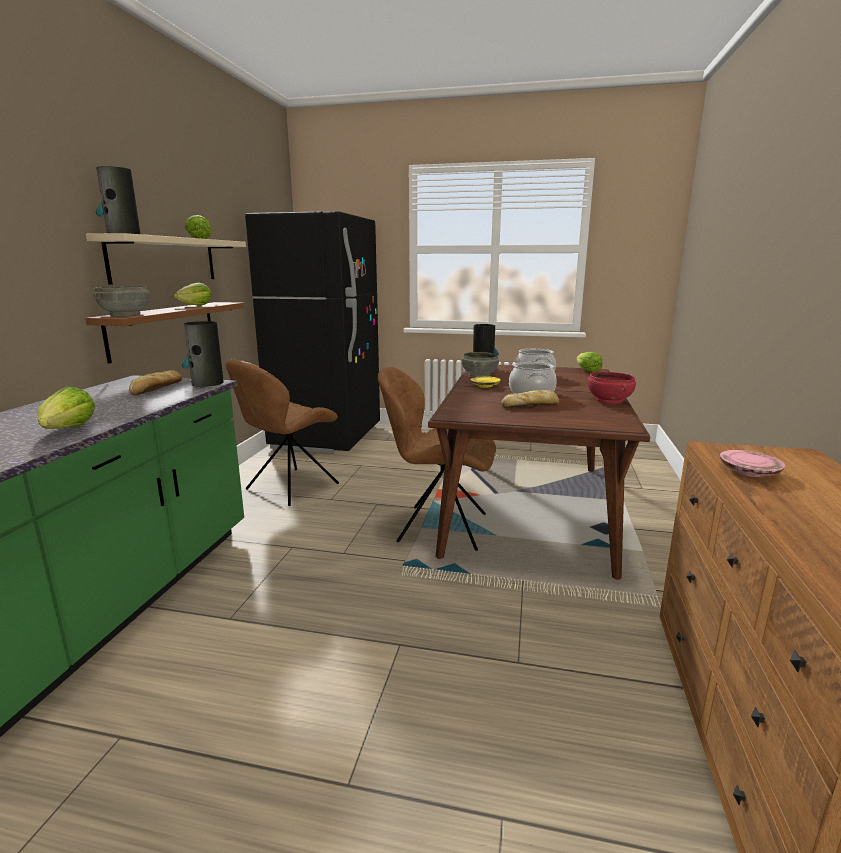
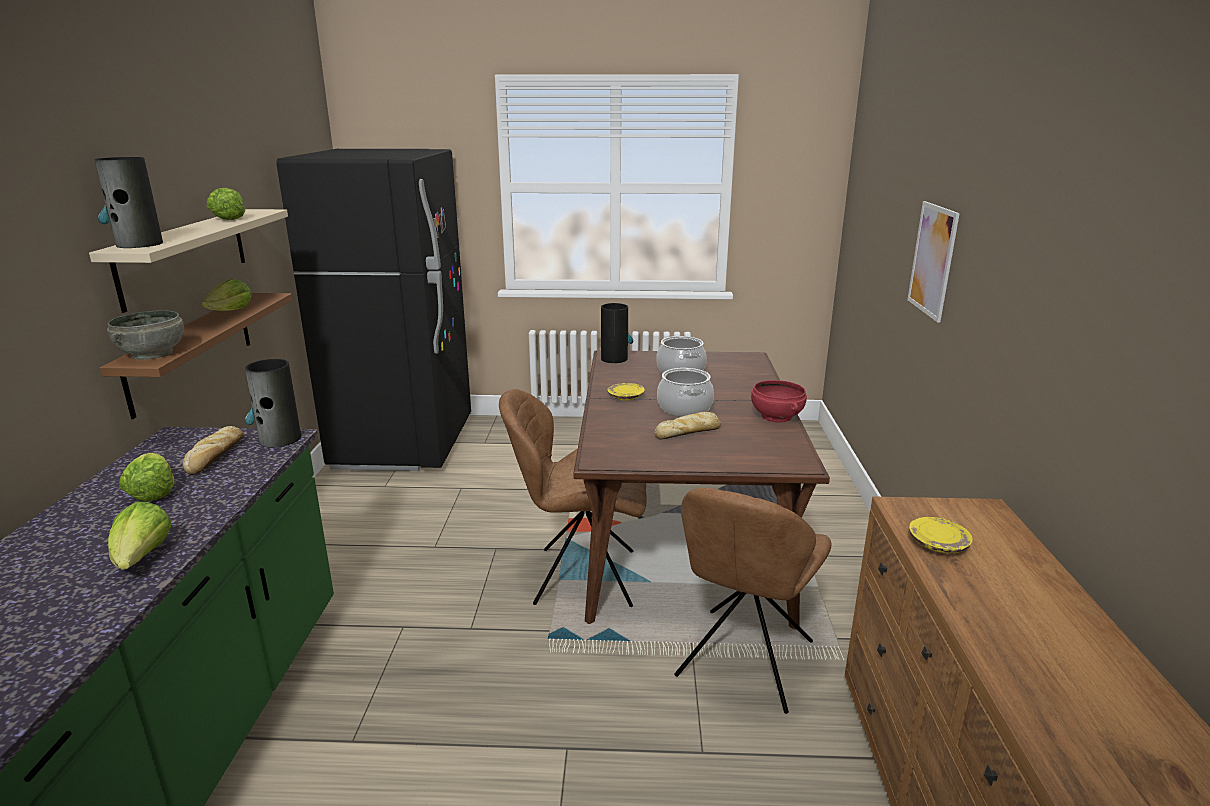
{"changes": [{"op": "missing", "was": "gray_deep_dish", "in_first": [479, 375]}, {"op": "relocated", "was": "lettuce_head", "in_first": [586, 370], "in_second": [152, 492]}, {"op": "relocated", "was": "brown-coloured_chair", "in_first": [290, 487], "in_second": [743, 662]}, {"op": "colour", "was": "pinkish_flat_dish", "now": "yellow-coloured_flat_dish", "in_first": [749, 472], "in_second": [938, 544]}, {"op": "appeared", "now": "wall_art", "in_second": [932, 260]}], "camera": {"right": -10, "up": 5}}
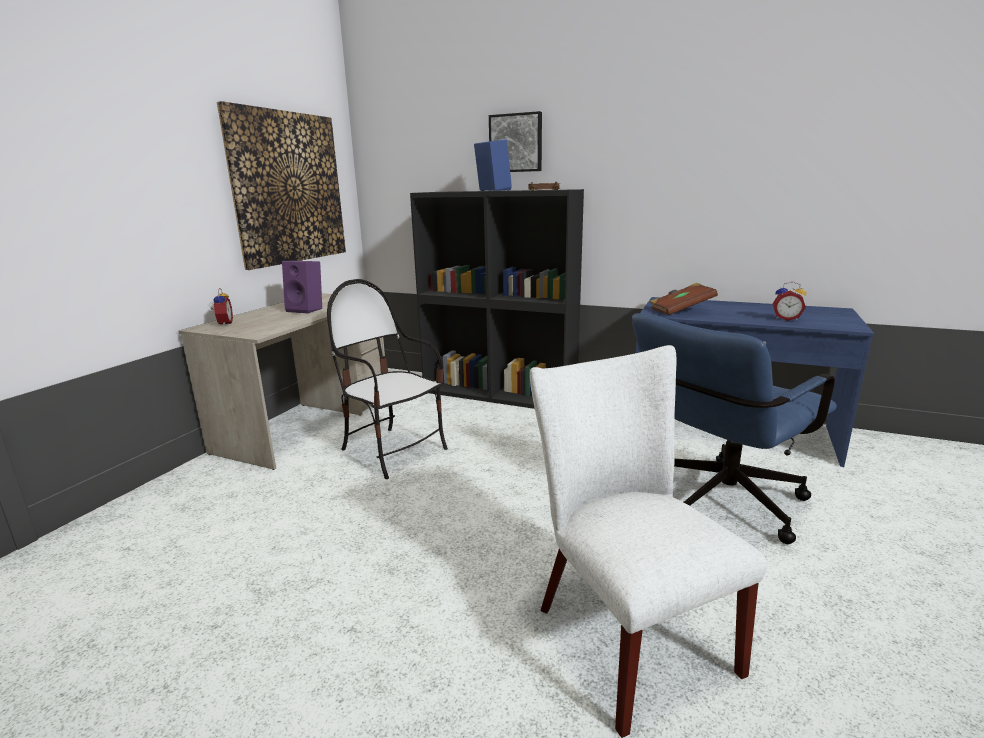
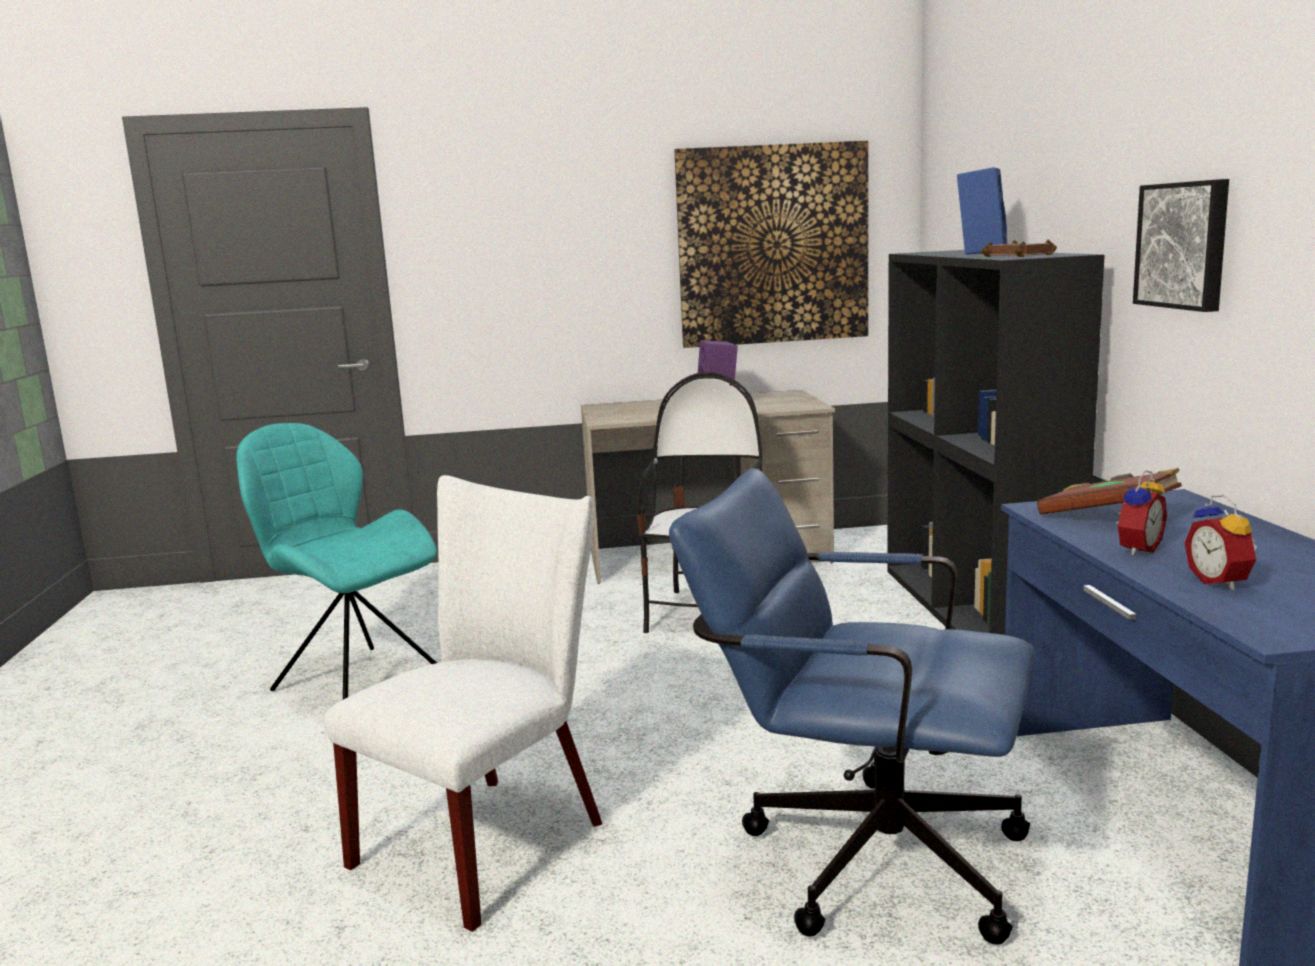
{"changes": [{"op": "relocated", "was": "wall_art", "in_first": [516, 143], "in_second": [1184, 245]}, {"op": "relocated", "was": "bedside_clock", "in_first": [223, 324], "in_second": [1135, 549]}, {"op": "appeared", "now": "blue-green_chair", "in_second": [355, 681]}], "camera": {"right": 60, "up": -5}}
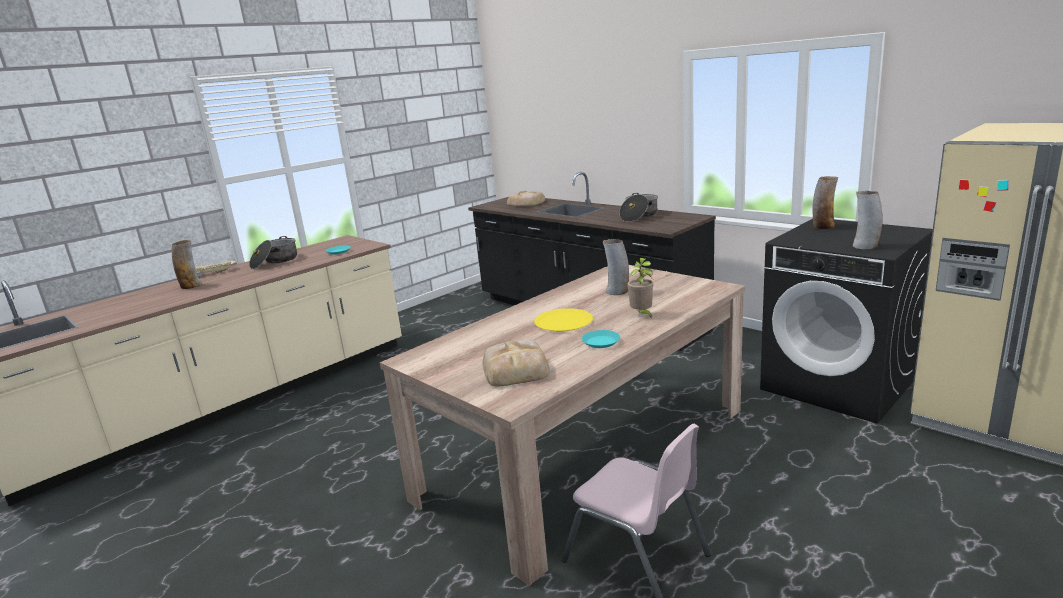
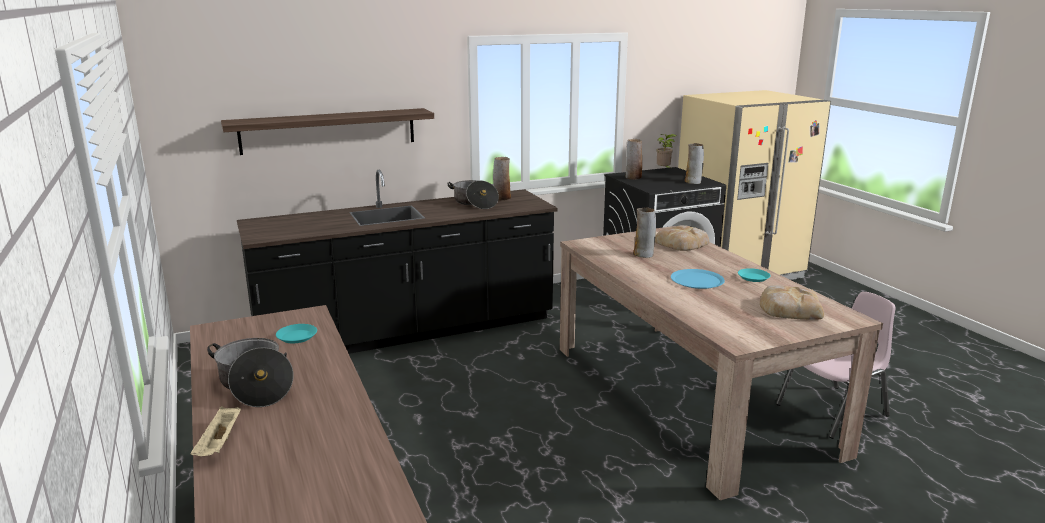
{"changes": [{"op": "relocated", "was": "baked_bread", "in_first": [526, 203], "in_second": [682, 243]}, {"op": "relocated", "was": "decorative_vase", "in_first": [191, 286], "in_second": [502, 198]}, {"op": "relocated", "was": "houseplant", "in_first": [642, 315], "in_second": [664, 170]}, {"op": "colour", "was": "yellow-coloured_flat_dish", "now": "bluish_flat_dish", "in_first": [563, 321], "in_second": [697, 280]}, {"op": "appeared", "now": "shelf", "in_second": [329, 131]}], "camera": {"right": -70, "up": 0}}
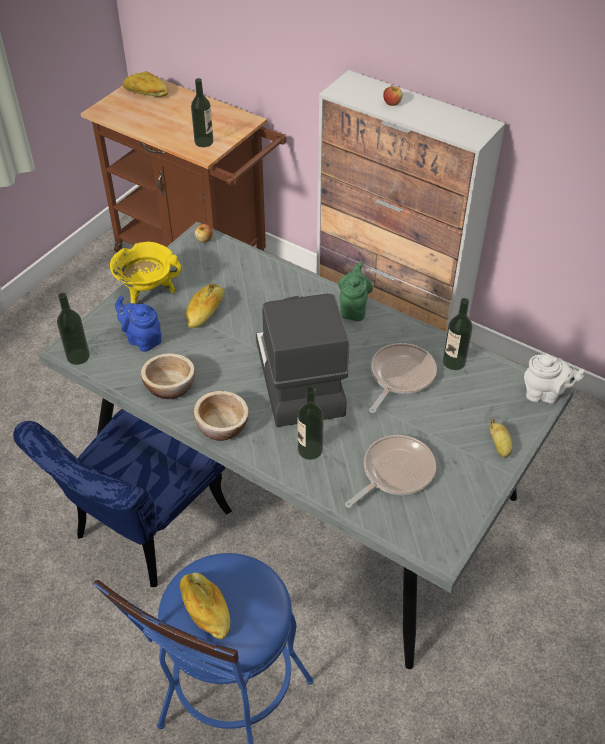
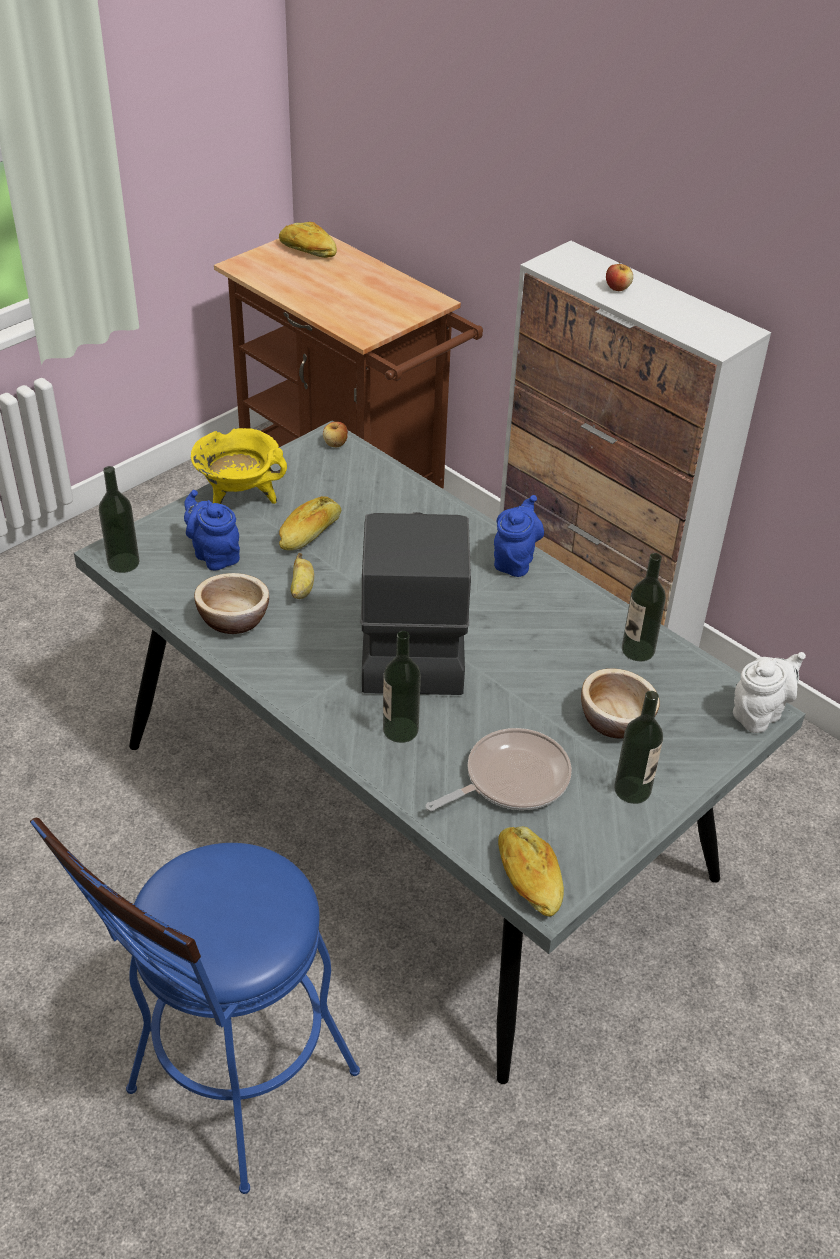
{"changes": [{"op": "relocated", "was": "drink_bottle", "in_first": [204, 142], "in_second": [632, 790]}, {"op": "colour", "was": "green_pot_for_tea", "now": "bluish_pot_for_tea", "in_first": [353, 309], "in_second": [515, 560]}, {"op": "missing", "was": "frying_pan", "in_first": [400, 376]}, {"op": "spun", "was": "white_pot_for_tea", "in_first": [545, 394], "in_second": [759, 713], "clockwise": -60}, {"op": "relocated", "was": "deep_dish", "in_first": [222, 426], "in_second": [615, 720]}, {"op": "missing", "was": "bluish_chair", "in_first": [142, 531]}, {"op": "relocated", "was": "banana_fruit", "in_first": [500, 446], "in_second": [302, 589]}, {"op": "relocated", "was": "baked_bread", "in_first": [205, 610], "in_second": [528, 879]}], "camera": {"right": 10, "up": -5}}
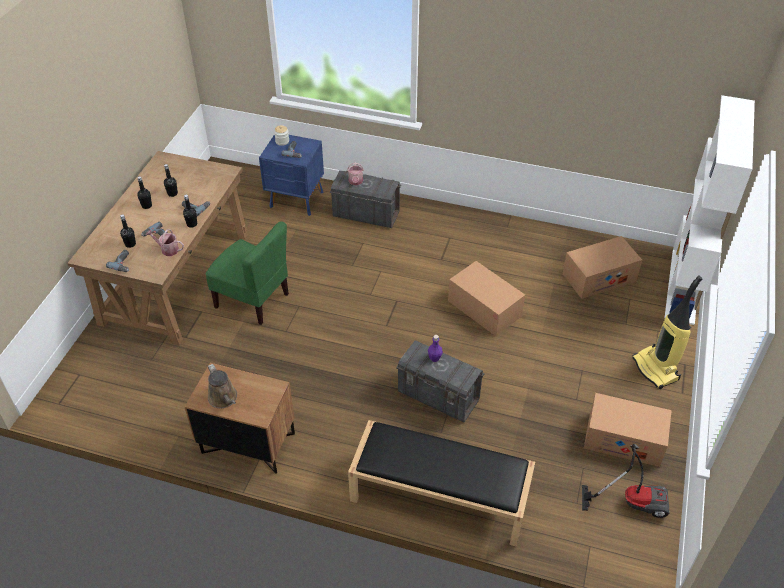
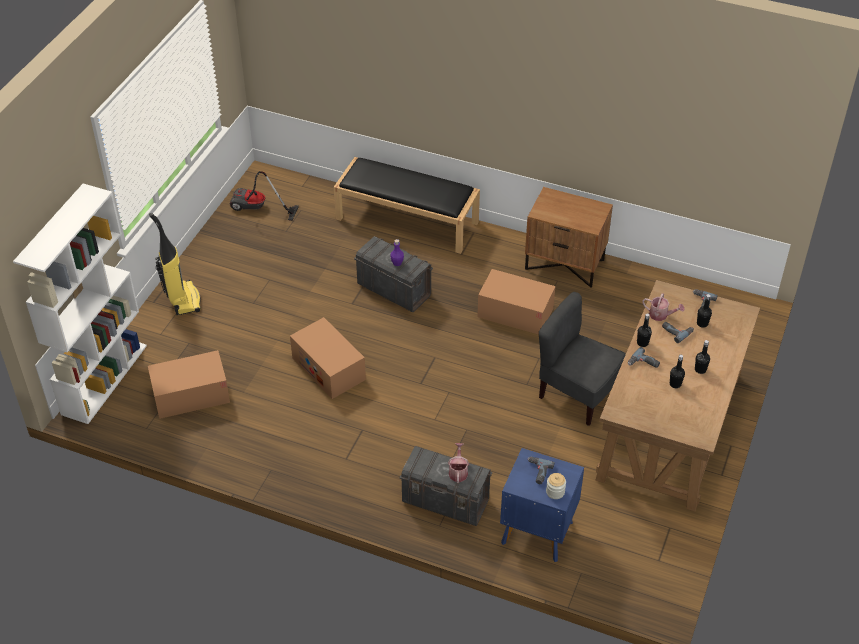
{"changes": [{"op": "colour", "was": "green_chair", "now": "gray_chair", "in_first": [253, 300], "in_second": [577, 394]}, {"op": "missing", "was": "brown-coloured_sprinkling_can", "in_first": [224, 399]}, {"op": "relocated", "was": "carton", "in_first": [623, 439], "in_second": [515, 313]}], "camera": {"right": -175, "up": 0}}
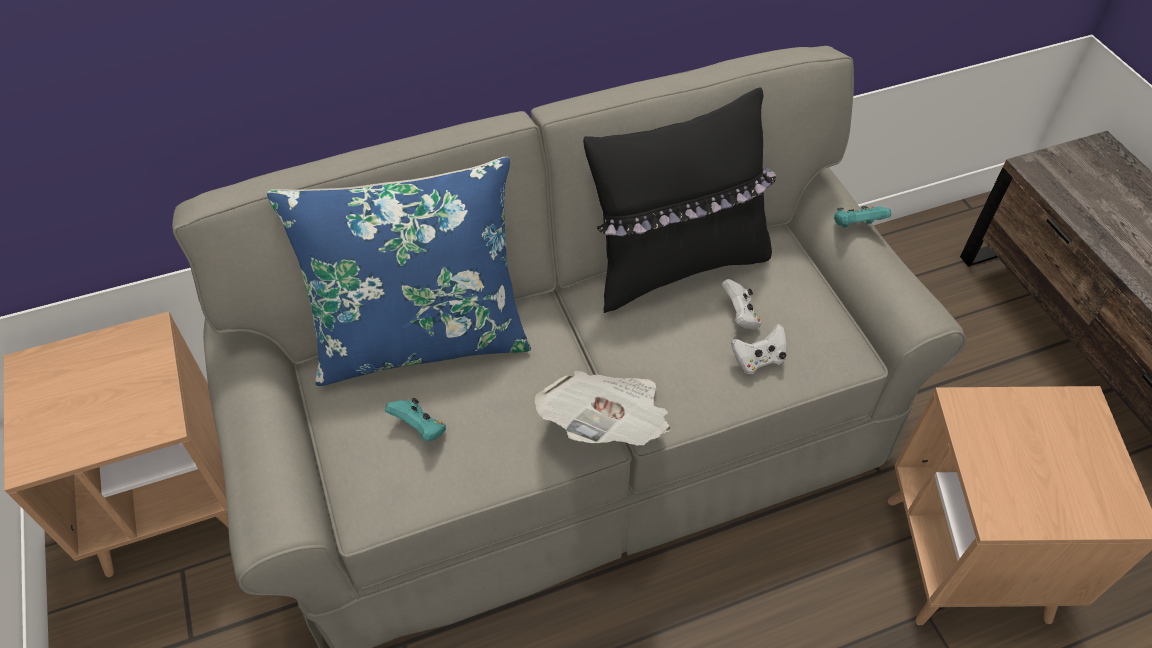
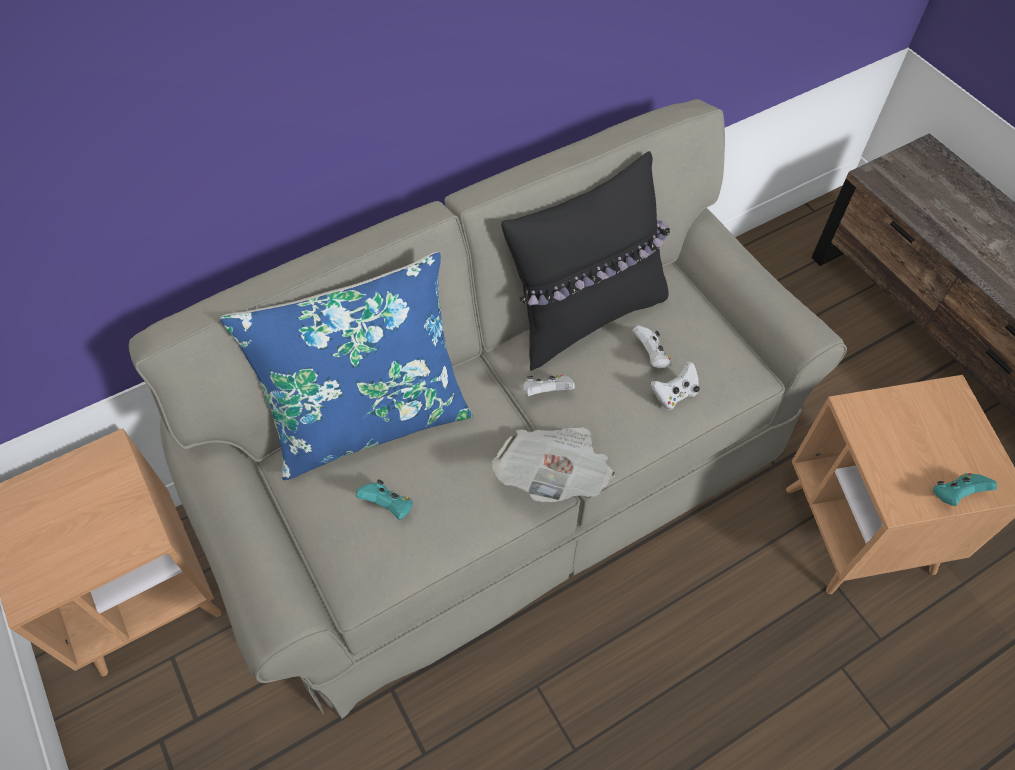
{"changes": [{"op": "relocated", "was": "blue-green_joypad", "in_first": [856, 226], "in_second": [955, 495]}, {"op": "appeared", "now": "white_joypad", "in_second": [546, 393]}], "camera": {"right": -10, "up": 5}}
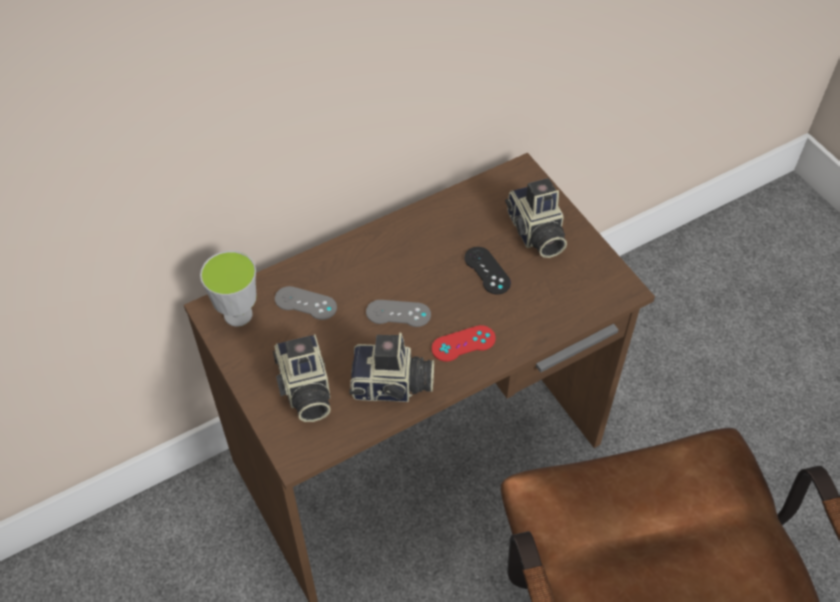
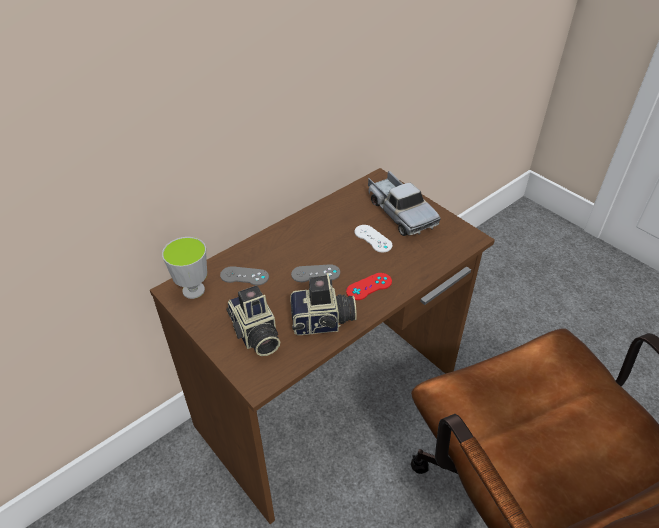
{"changes": [{"op": "exchanged", "was": "photo_camera", "now": "toy_truck", "in_first": [535, 233], "in_second": [399, 212]}, {"op": "colour", "was": "black-coloured_joypad", "now": "white_joypad", "in_first": [487, 271], "in_second": [373, 238]}], "camera": {"right": -10, "up": -10}}
